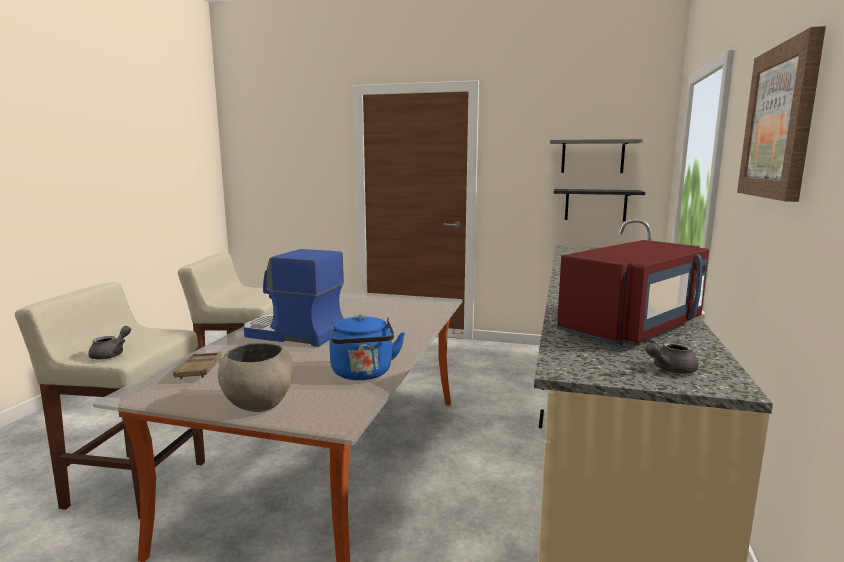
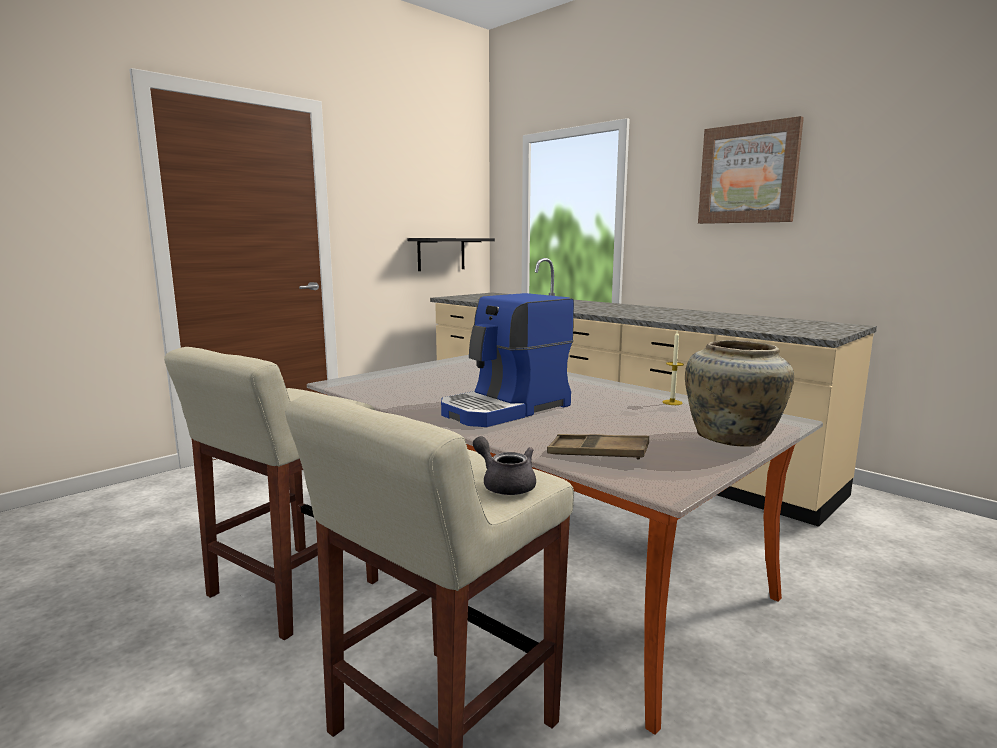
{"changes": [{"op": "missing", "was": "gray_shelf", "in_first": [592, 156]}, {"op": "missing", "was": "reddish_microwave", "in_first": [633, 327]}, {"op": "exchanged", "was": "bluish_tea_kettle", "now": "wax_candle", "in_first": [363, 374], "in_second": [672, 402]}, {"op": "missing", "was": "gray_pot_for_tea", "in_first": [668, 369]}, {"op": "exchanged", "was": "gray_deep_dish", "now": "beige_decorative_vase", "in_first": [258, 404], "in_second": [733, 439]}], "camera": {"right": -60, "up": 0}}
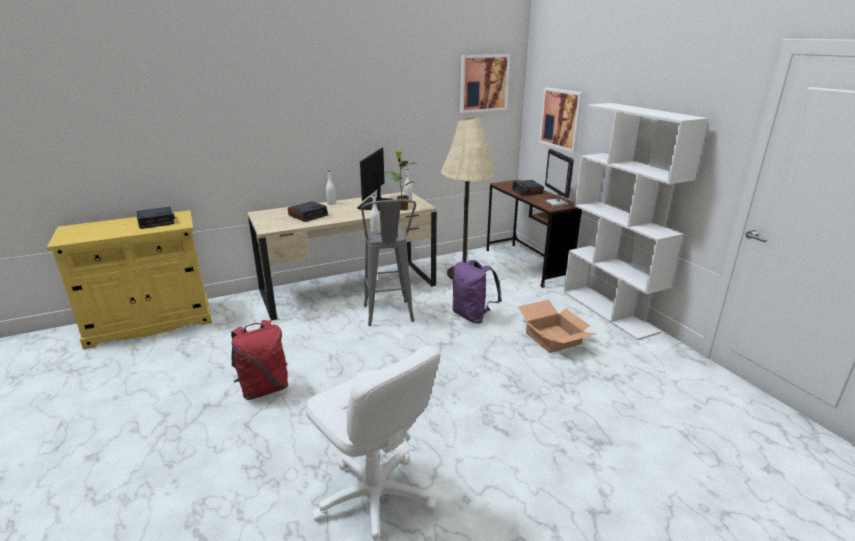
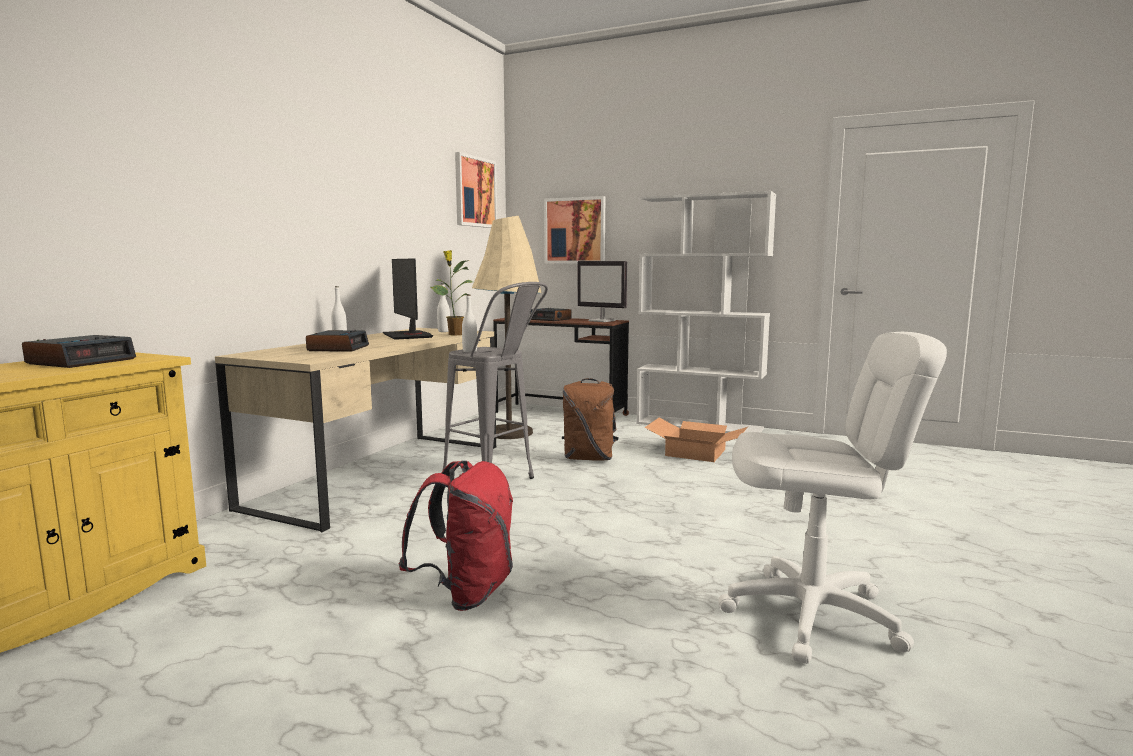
{"changes": [{"op": "colour", "was": "purplish_knapsack", "now": "brown-coloured_knapsack", "in_first": [472, 316], "in_second": [589, 458]}], "camera": {"right": -40, "up": -15}}
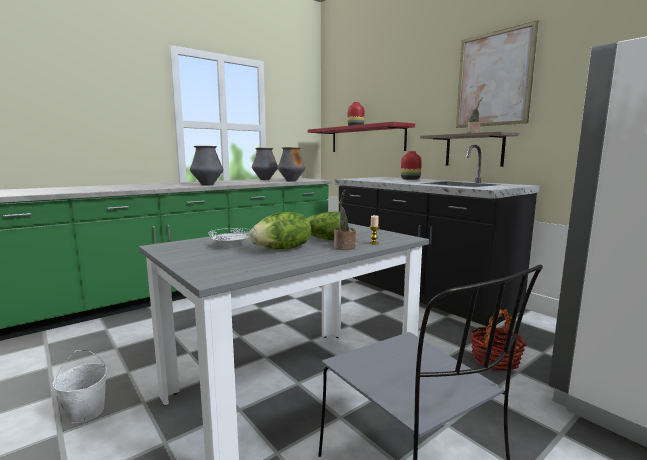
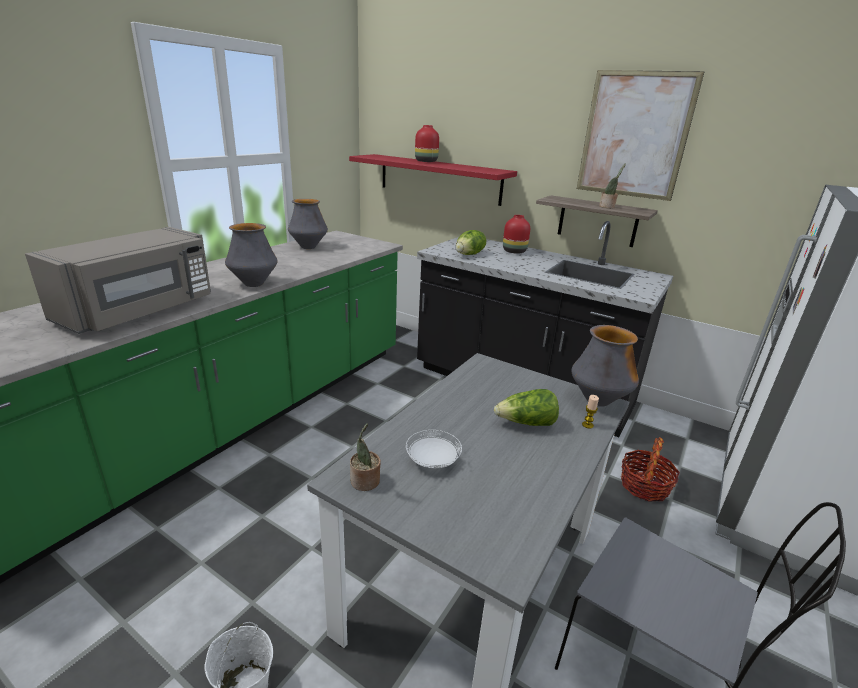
{"changes": [{"op": "relocated", "was": "decorative_vase", "in_first": [291, 181], "in_second": [598, 401]}, {"op": "relocated", "was": "houseplant", "in_first": [344, 248], "in_second": [365, 482]}, {"op": "relocated", "was": "lettuce_head", "in_first": [283, 249], "in_second": [469, 254]}, {"op": "appeared", "now": "gray_microwave", "in_second": [140, 310]}], "camera": {"right": -20, "up": 15}}
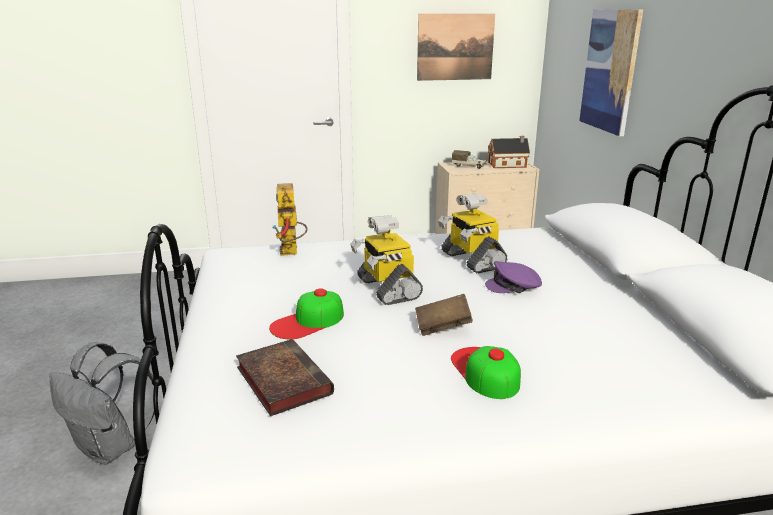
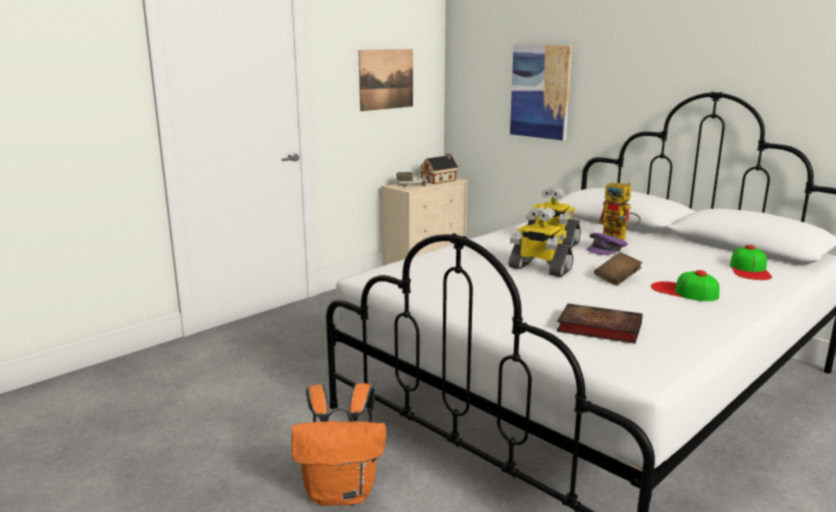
{"changes": [{"op": "relocated", "was": "model_robot", "in_first": [291, 253], "in_second": [619, 239]}, {"op": "relocated", "was": "peaked_cap", "in_first": [308, 322], "in_second": [750, 270]}, {"op": "colour", "was": "gray_knapsack", "now": "orange_knapsack", "in_first": [111, 448], "in_second": [342, 493]}], "camera": {"right": -35, "up": -5}}
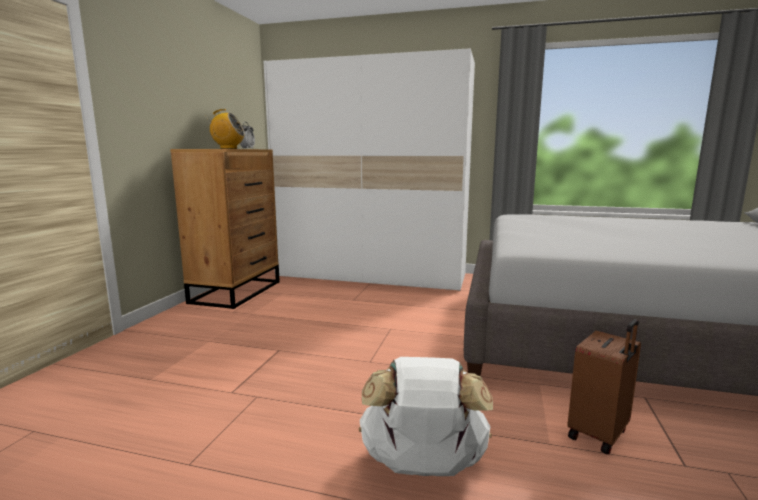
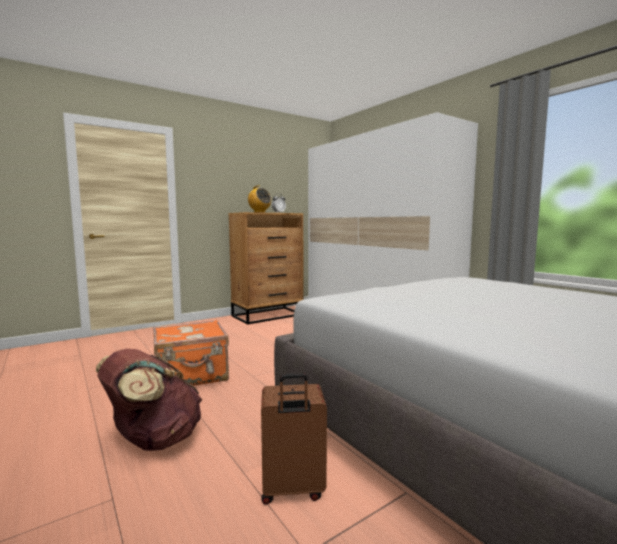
{"changes": [{"op": "colour", "was": "white_knapsack", "now": "brown-coloured_knapsack", "in_first": [423, 466], "in_second": [153, 440]}, {"op": "appeared", "now": "orange_suitcase", "in_second": [192, 376]}], "camera": {"right": 40, "up": -5}}
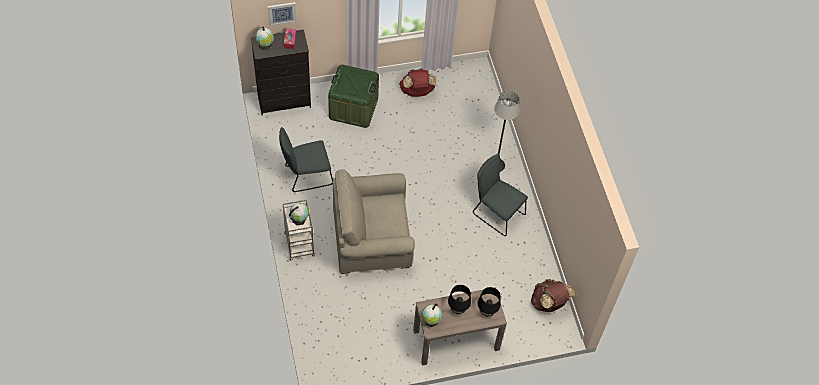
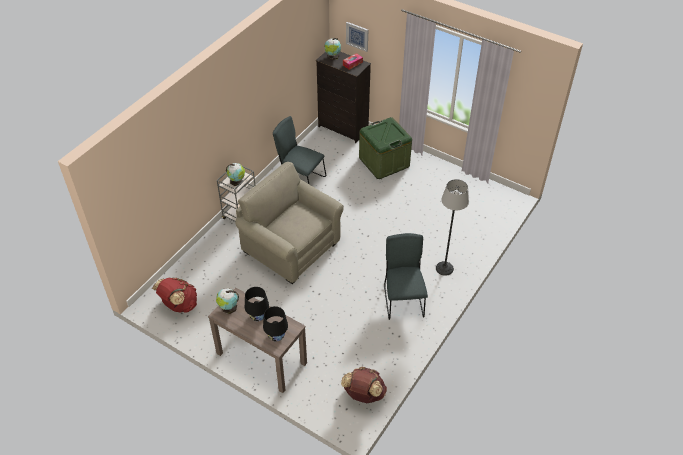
{"changes": [{"op": "relocated", "was": "reddish_knapsack", "in_first": [417, 92], "in_second": [179, 305]}], "camera": {"right": 50, "up": -10}}
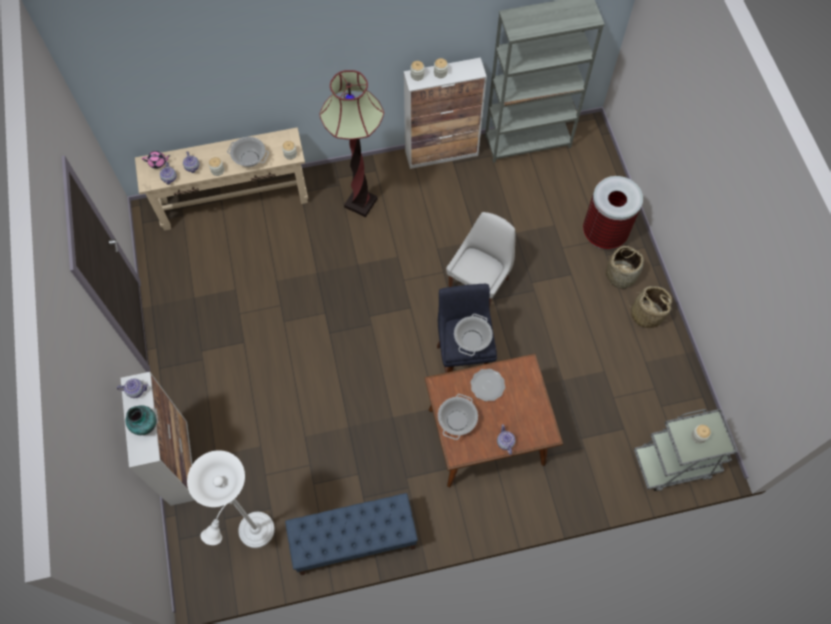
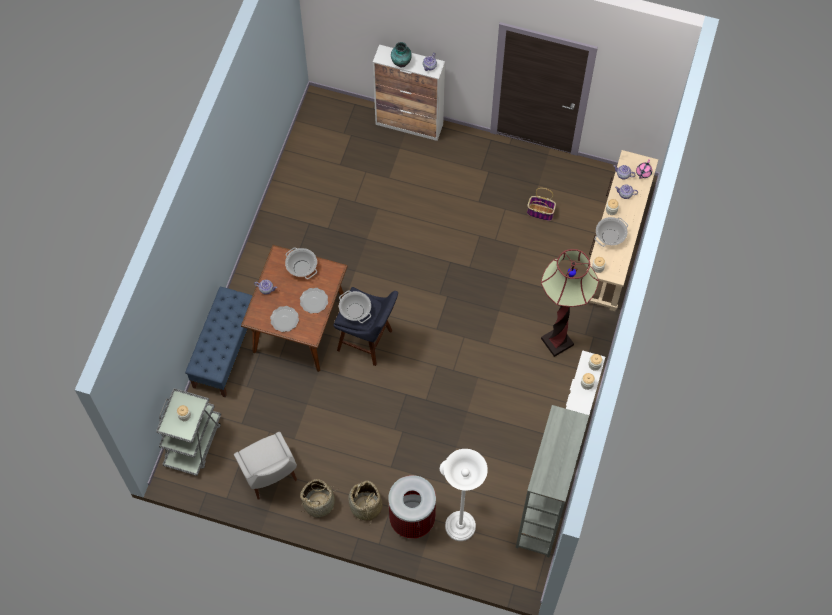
{"changes": [{"op": "relocated", "was": "white_chair", "in_first": [480, 282], "in_second": [270, 476]}, {"op": "relocated", "was": "white_floor_lamp", "in_first": [254, 534], "in_second": [458, 522]}, {"op": "relocated", "was": "bluish_bench", "in_first": [354, 541], "in_second": [225, 350]}, {"op": "appeared", "now": "storage_basket", "in_second": [541, 212]}, {"op": "appeared", "now": "flat_dish", "in_second": [284, 319]}], "camera": {"right": 120, "up": 0}}
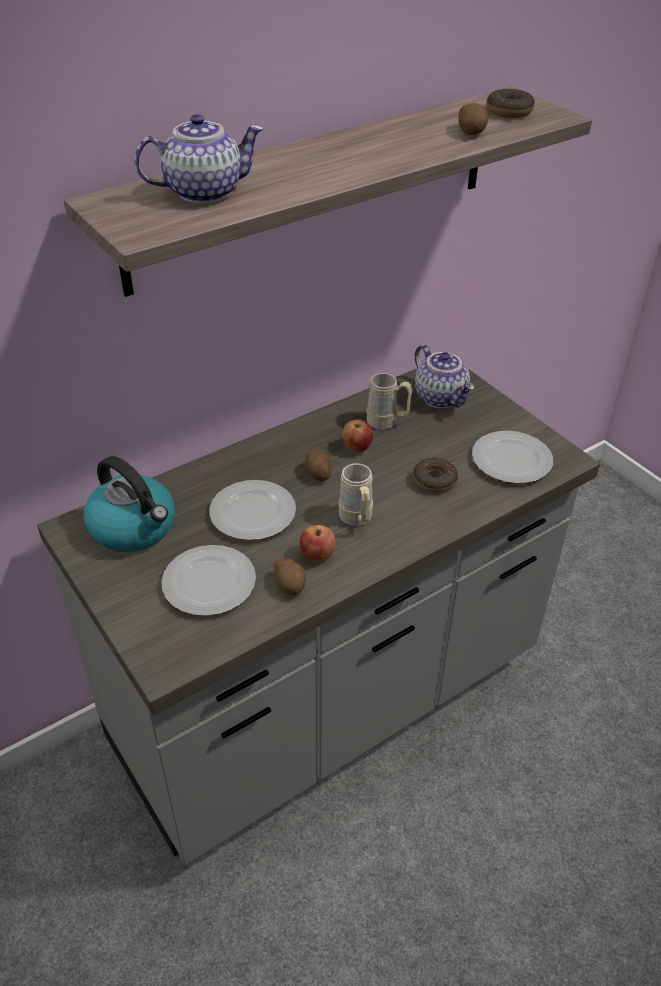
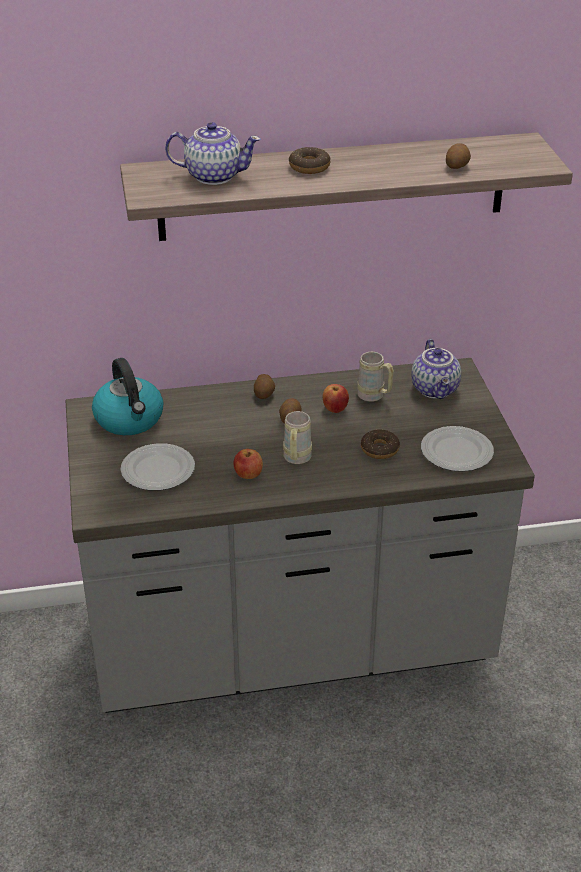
{"changes": [{"op": "relocated", "was": "doughnut", "in_first": [509, 111], "in_second": [309, 167]}, {"op": "missing", "was": "flat_dish", "in_first": [252, 513]}, {"op": "relocated", "was": "spud", "in_first": [290, 584], "in_second": [264, 394]}], "camera": {"right": 25, "up": -5}}
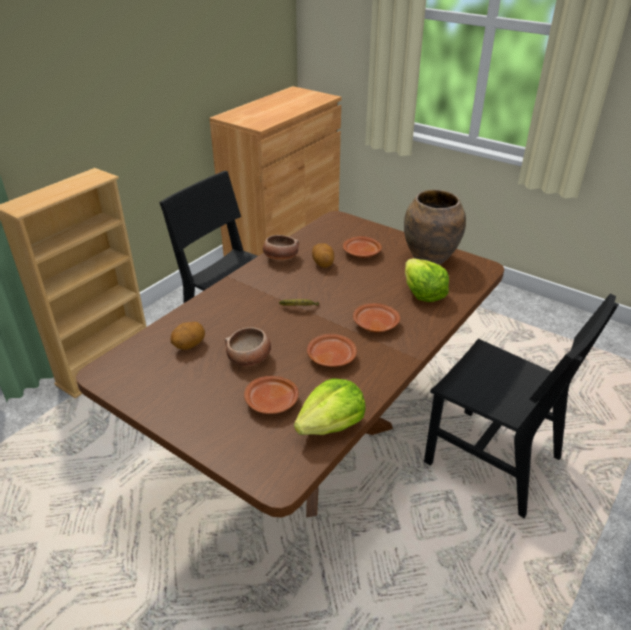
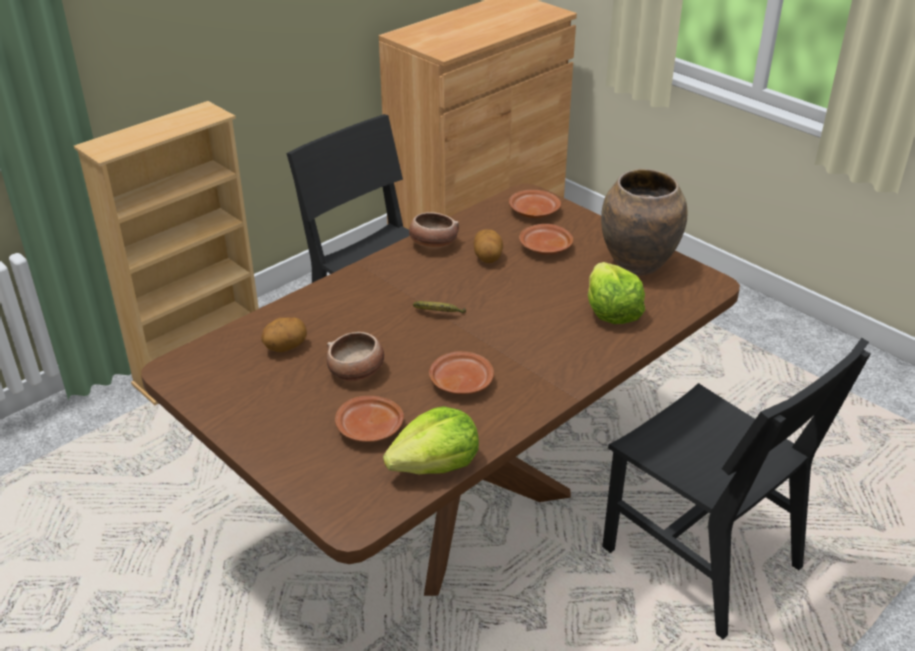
{"changes": [{"op": "relocated", "was": "brown-coloured_flat_dish", "in_first": [375, 324], "in_second": [533, 211]}], "camera": {"right": 10, "up": 0}}
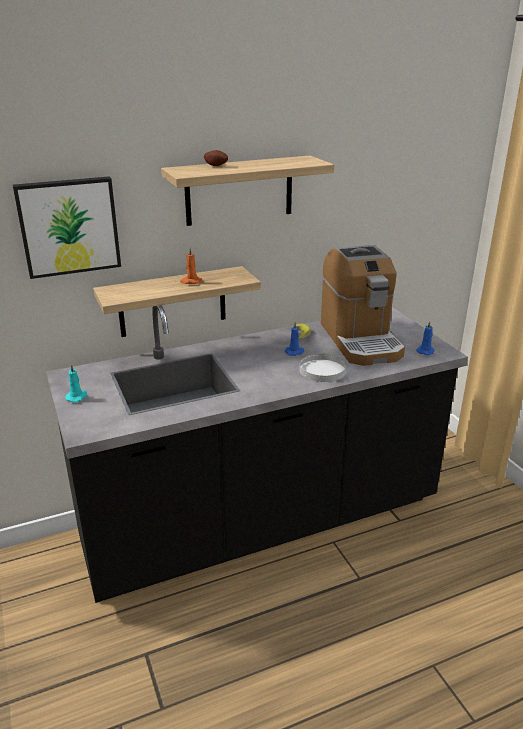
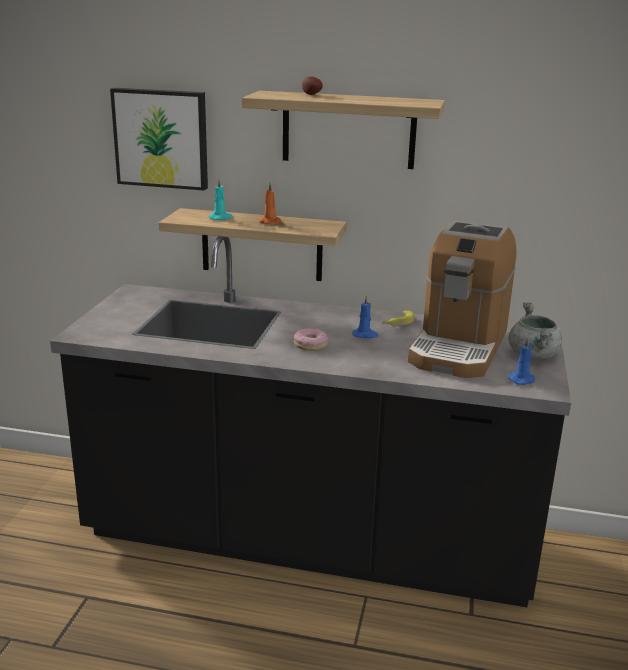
{"changes": [{"op": "missing", "was": "white_flat_dish", "in_first": [322, 370]}, {"op": "relocated", "was": "blue-green_wax_candle", "in_first": [77, 397], "in_second": [221, 218]}, {"op": "appeared", "now": "gray_saucepot", "in_second": [534, 355]}, {"op": "appeared", "now": "doughnut", "in_second": [310, 345]}], "camera": {"right": 35, "up": -5}}
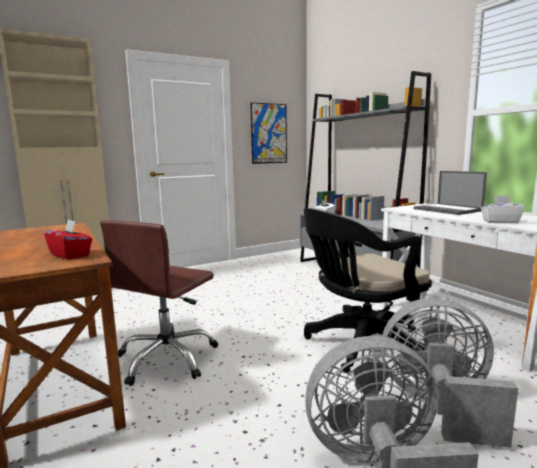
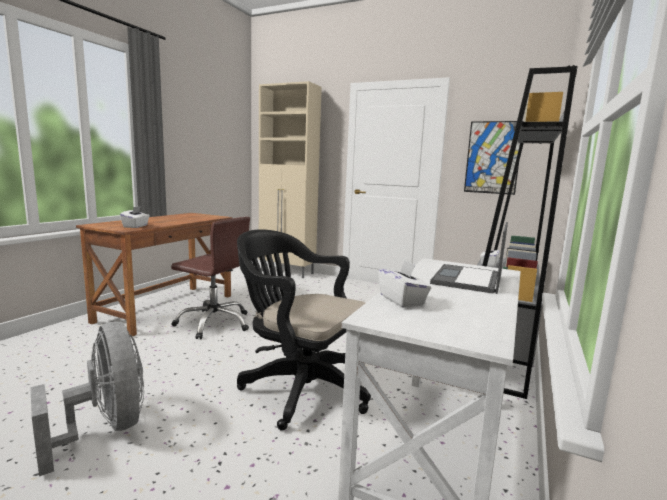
{"changes": [{"op": "colour", "was": "reddish_tissue_holder", "now": "white_tissue_holder", "in_first": [70, 255], "in_second": [136, 226]}, {"op": "spun", "was": "brown-coloured_desk_chair", "in_first": [167, 358], "in_second": [214, 323], "clockwise": -150}, {"op": "missing", "was": "gray_fan", "in_first": [439, 406]}], "camera": {"right": 55, "up": 0}}
